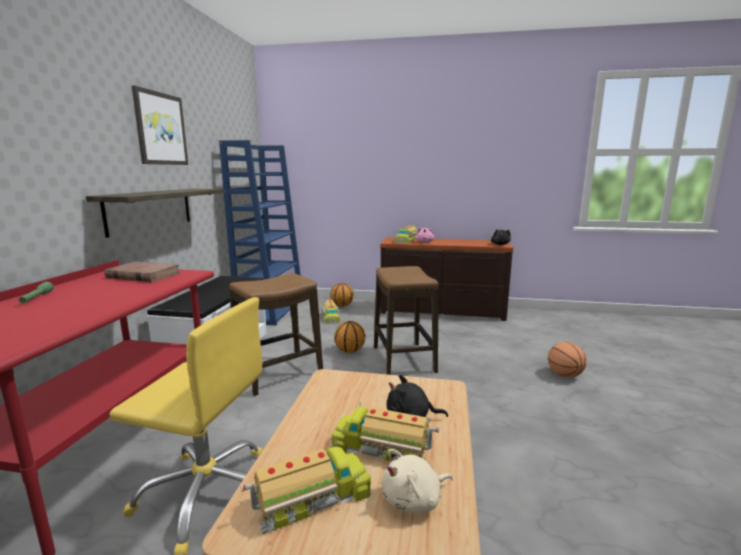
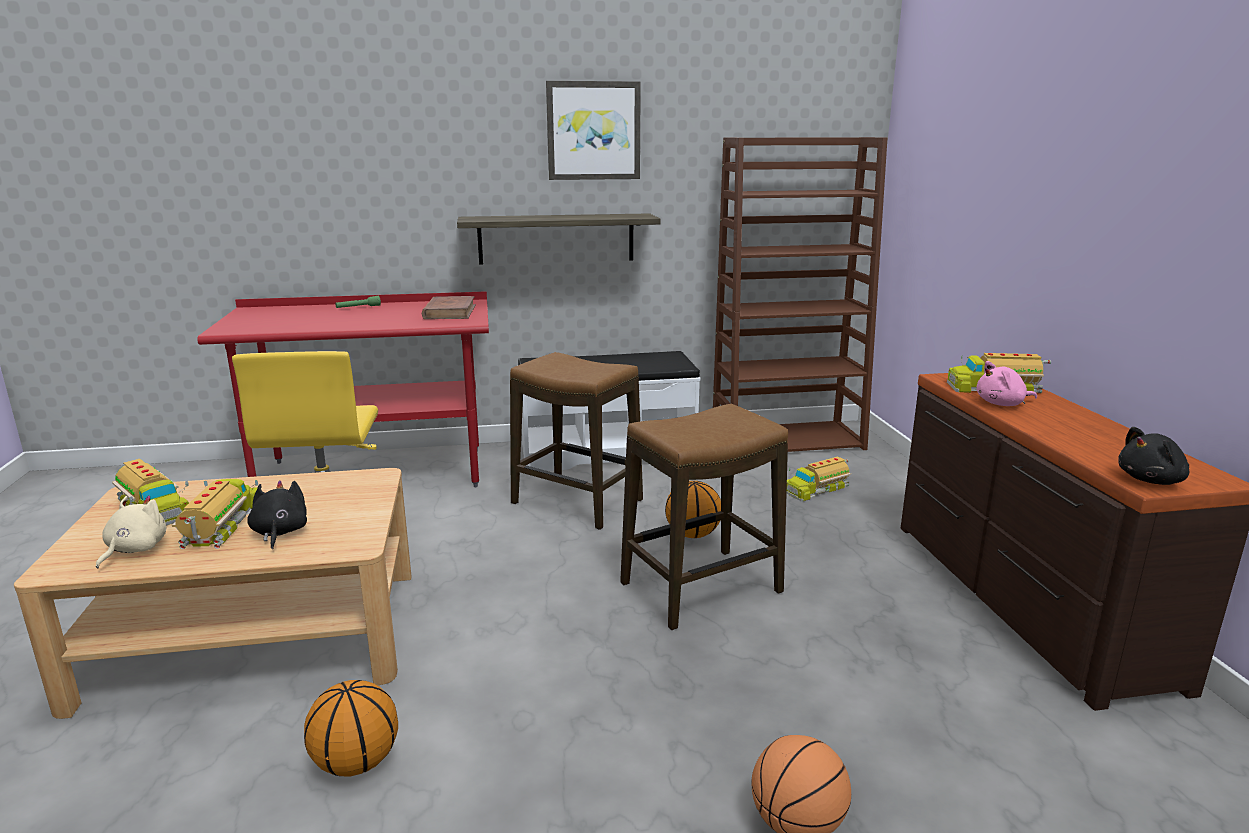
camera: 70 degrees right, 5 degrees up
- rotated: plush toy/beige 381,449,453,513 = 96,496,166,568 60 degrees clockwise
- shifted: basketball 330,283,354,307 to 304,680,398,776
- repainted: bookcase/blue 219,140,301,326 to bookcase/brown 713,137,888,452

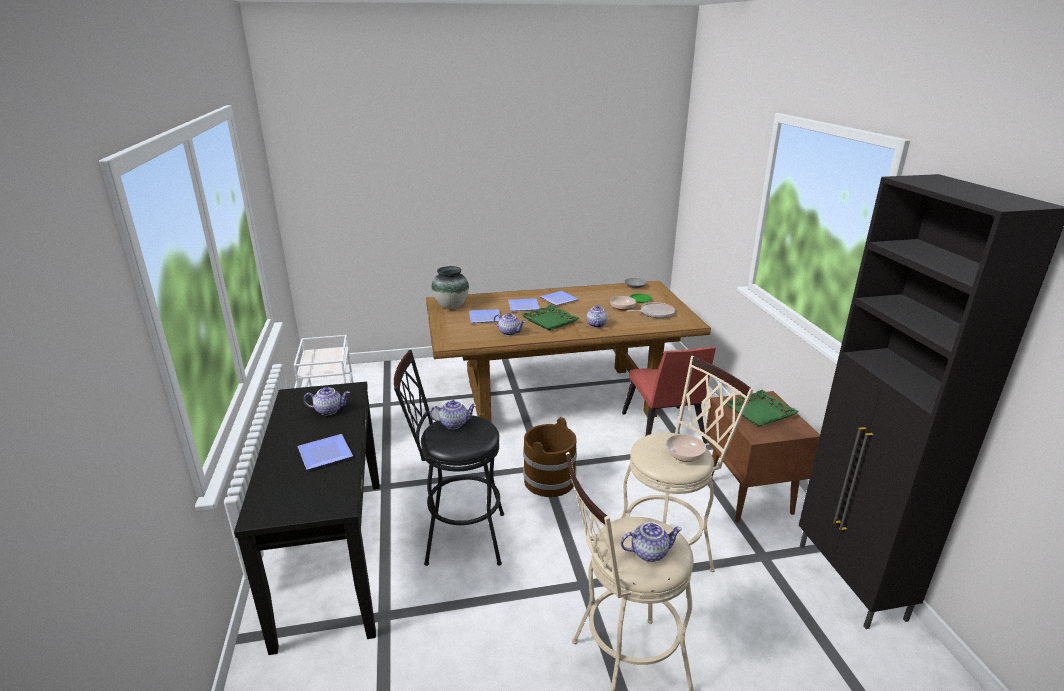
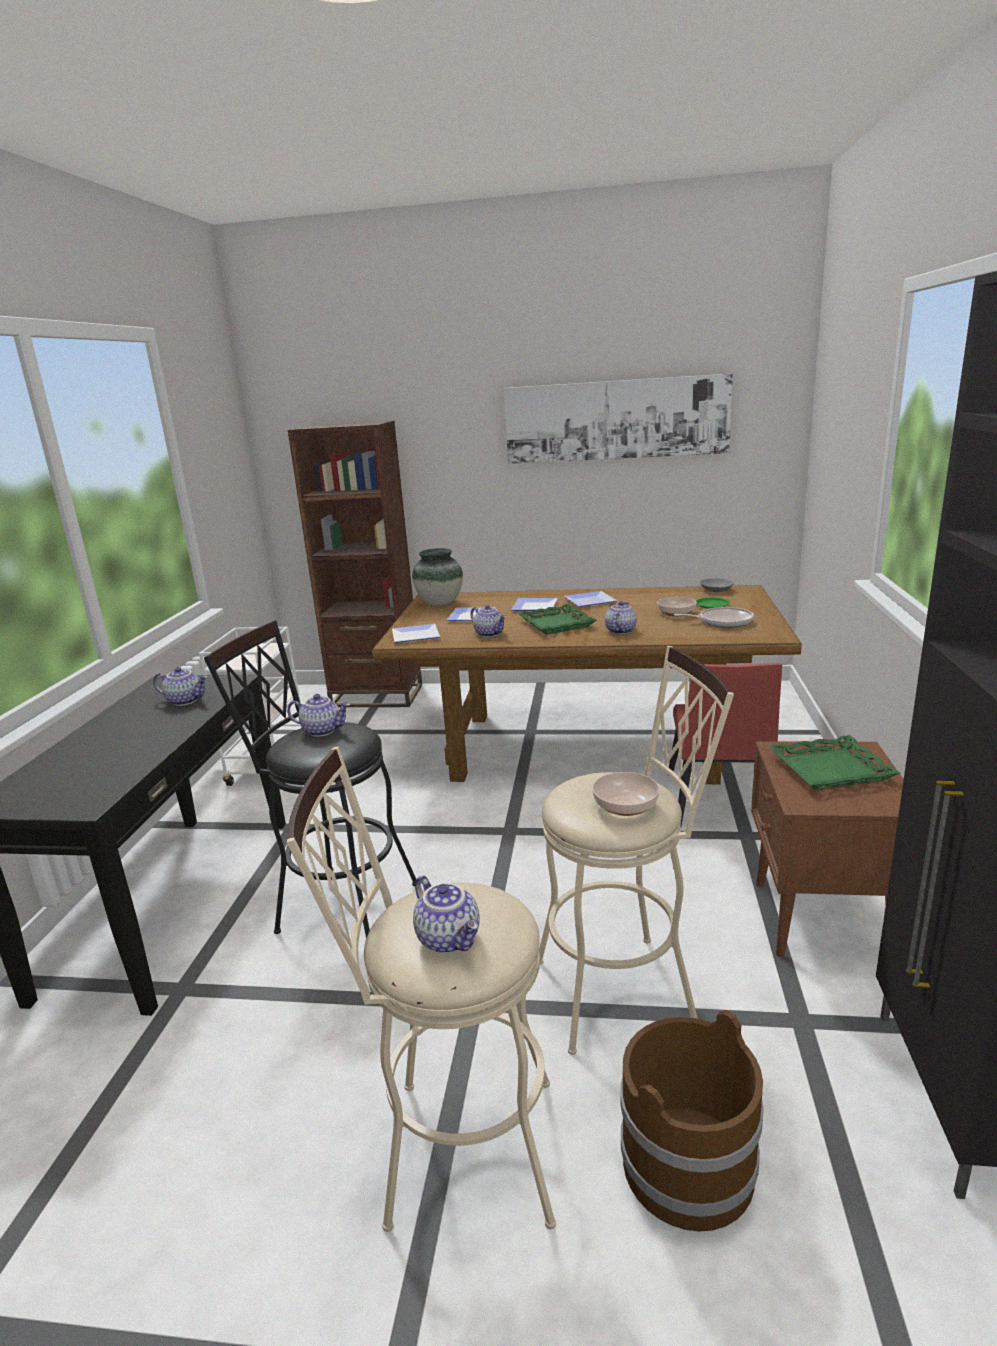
camera: 20 degrees right, 5 degrees down
- new: bookcase/brown 288,421,422,707
- shifted: plate 297,434,353,470 to 392,624,440,643
- rotated: teapot 621,522,682,562 = 413,876,479,953 45 degrees clockwise
- new: picture 504,374,733,464
- shifted: bucket/brown 523,417,577,497 to 620,1010,764,1232

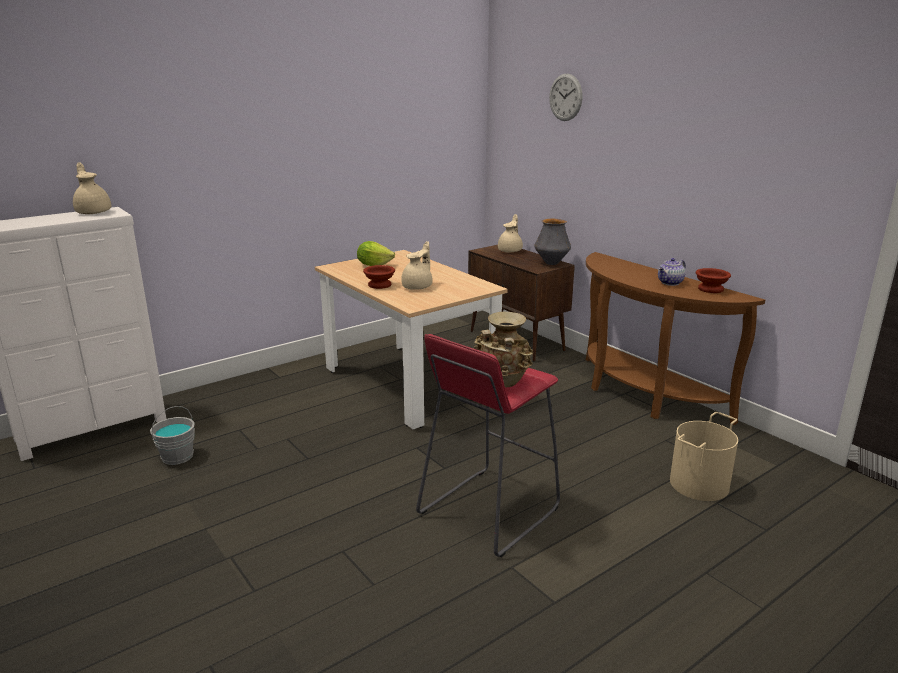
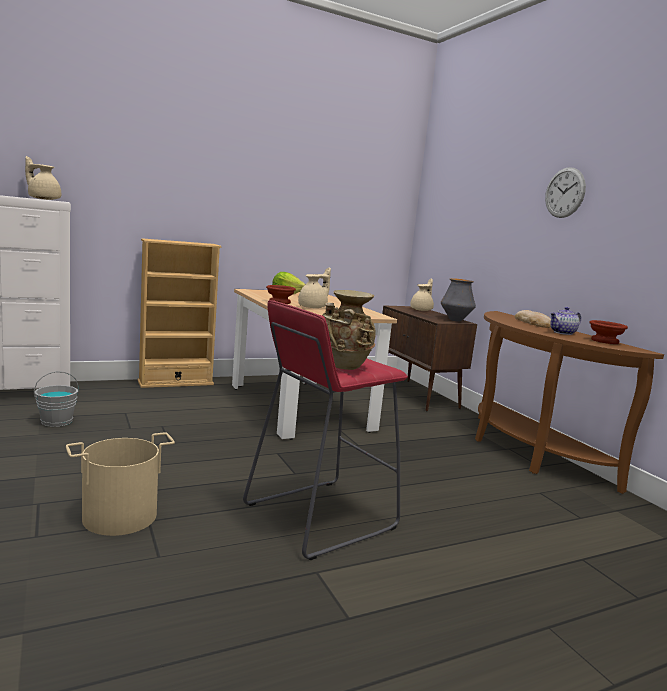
camera: 10 degrees right, 10 degrees down
- rotated: teapot/beige 73,162,111,214 = 25,156,61,200 45 degrees counterclockwise
- shifted: bucket/beige 670,412,738,501 to 66,432,175,536
- new: bookcase/beige 138,238,221,388
- new: bread 515,310,551,328
- shifted: wall clock 549,74,583,121 to 545,167,586,218

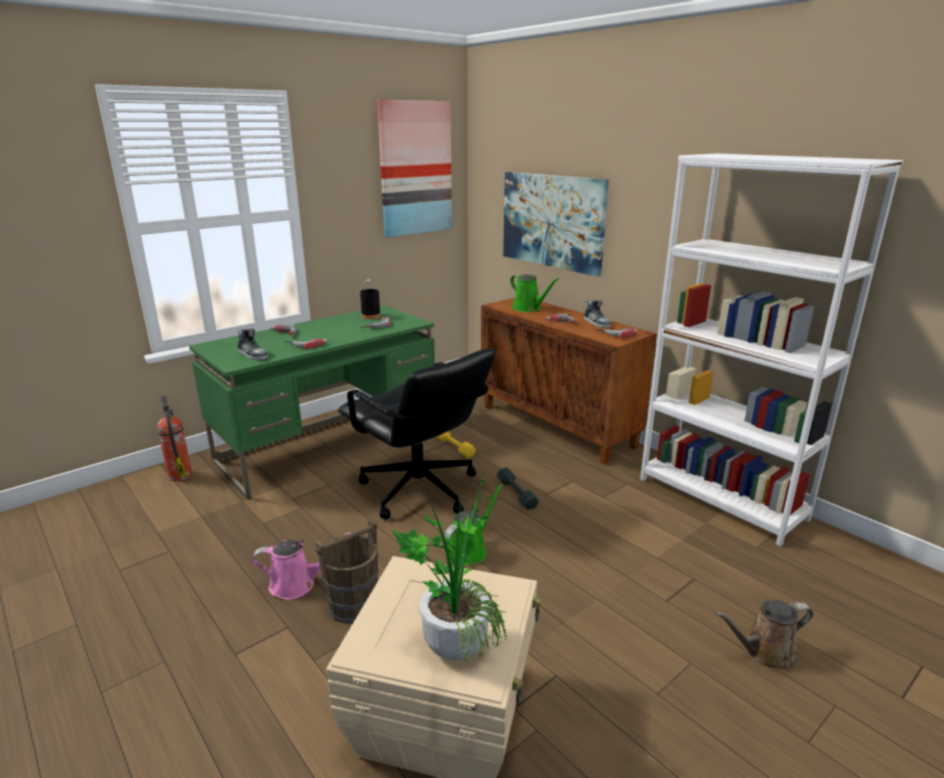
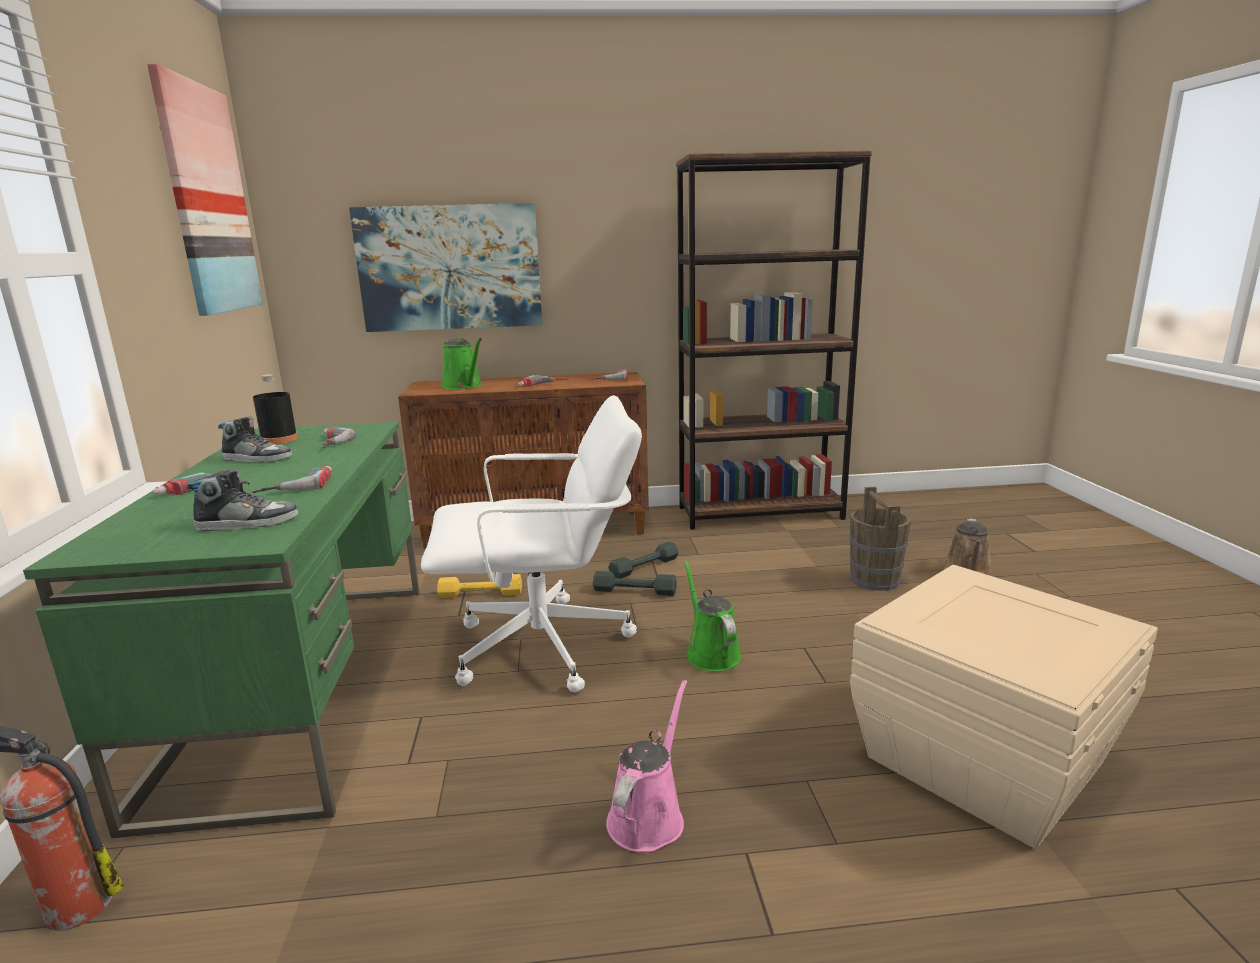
camera: 55 degrees left, 5 degrees down
- shifted: shoe 584,300,612,327 to 218,417,292,462
- repainted: office chair/black 338,348,496,519 to office chair/white 421,395,642,692
- rotated: watering can/green 510,274,559,312 = 442,338,482,389 60 degrees clockwise
- new: dumbbell/grey 608,542,679,578
- repainted: bookcase/white 640,153,903,547 to bookcase/brown 676,150,872,530
- shifted: bucket/brown 315,519,378,624 to 849,487,911,591
- gone: potted plant 391,468,507,662

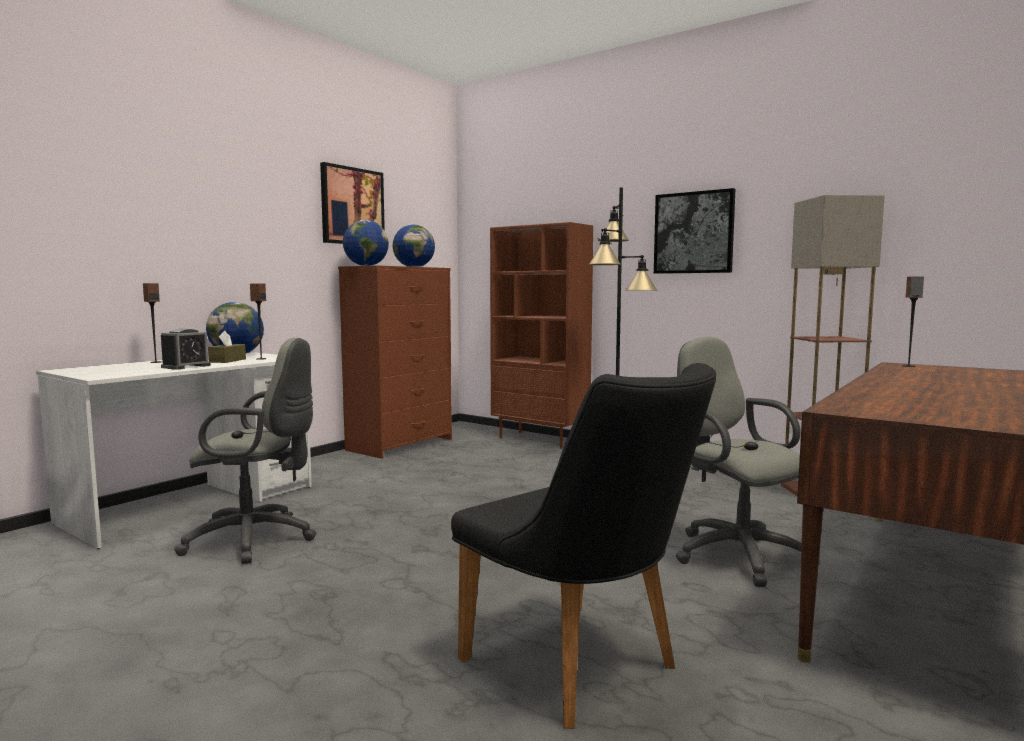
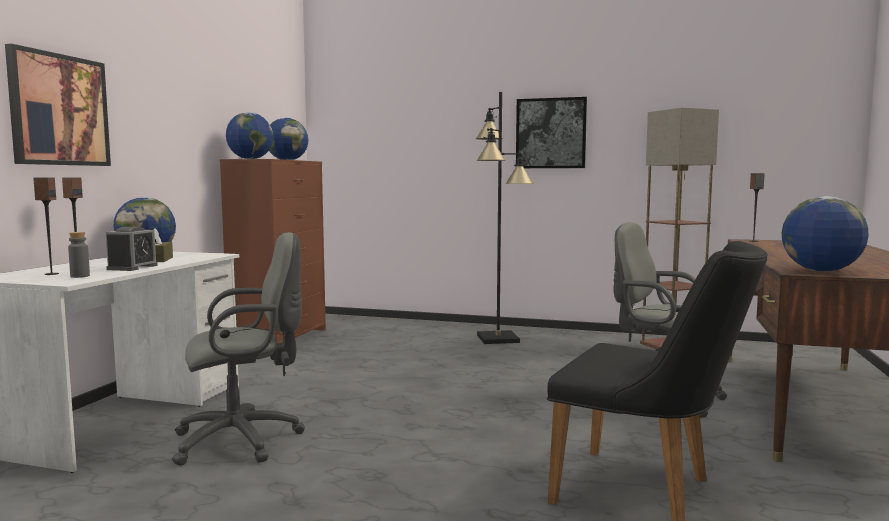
camera: 20 degrees left, 0 degrees up
- shifted: picture 320,162,385,244 to 5,44,111,166
- shifted: speaker 250,283,267,360 to 33,177,59,275
- new: bottle/grey 68,232,90,278
- new: globe 782,196,869,272
- gone: bookcase/brown 490,222,593,449

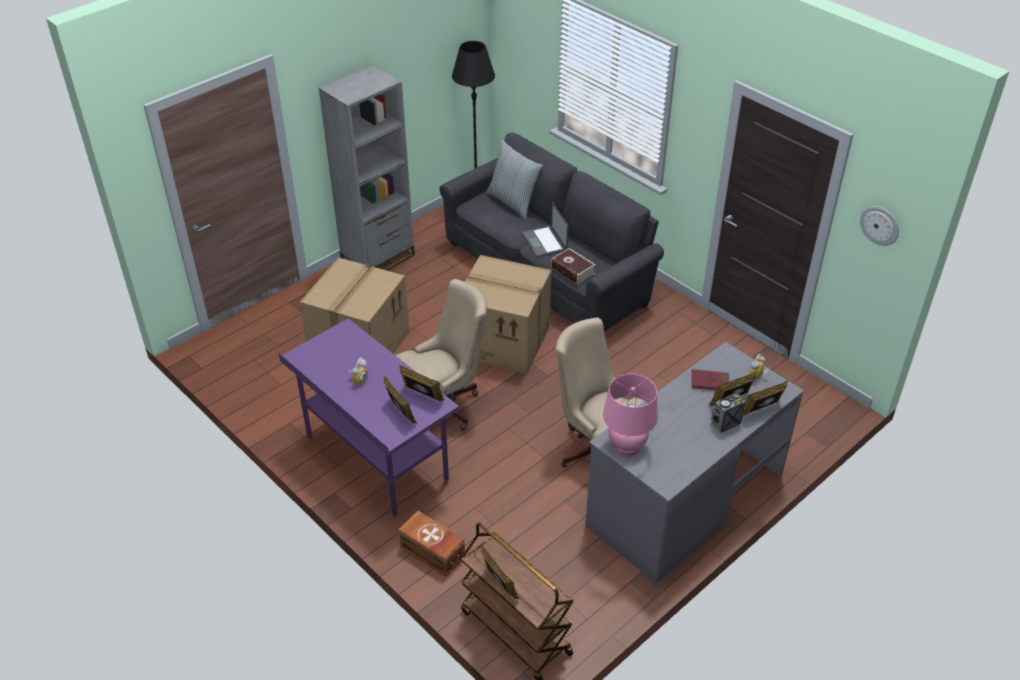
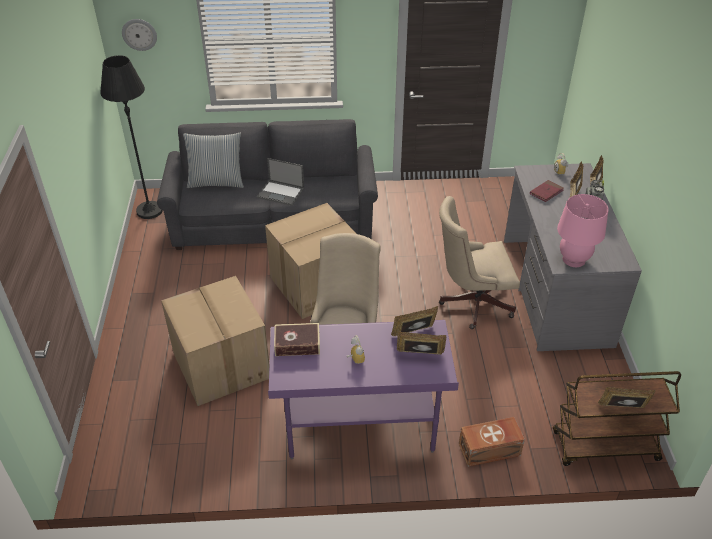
camera: 50 degrees left, 0 degrees up
- shifted: wall clock 860,206,899,246 to 122,19,157,51
- shifted: book 551,248,595,285 to 274,323,320,356
- gone: bookcase/grey 319,65,415,270

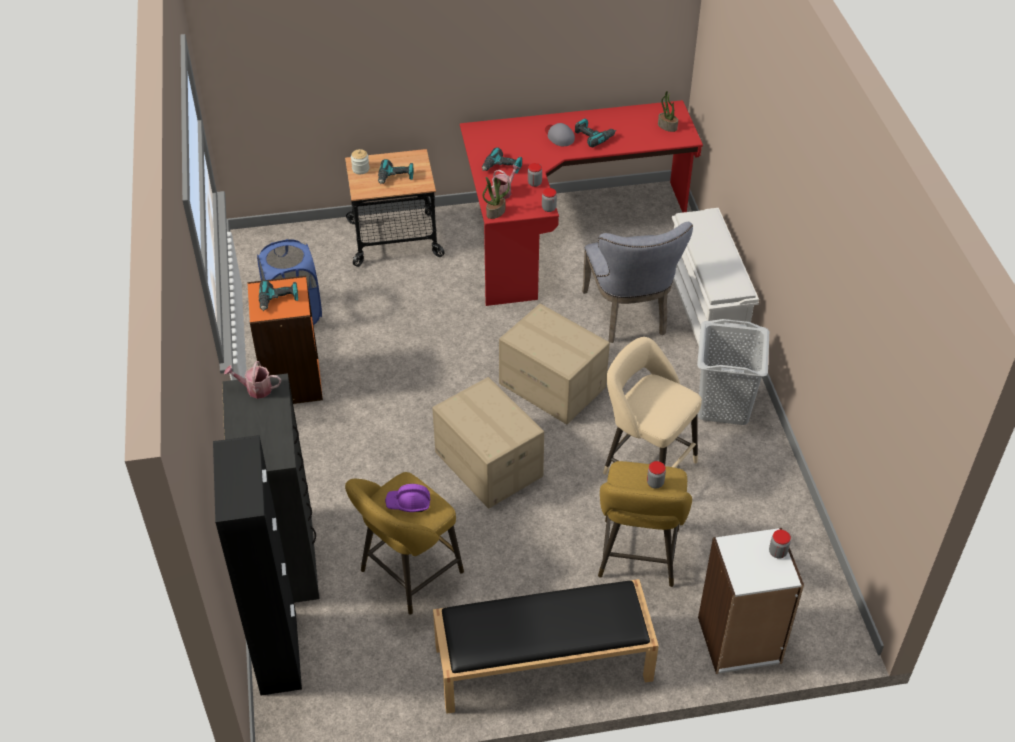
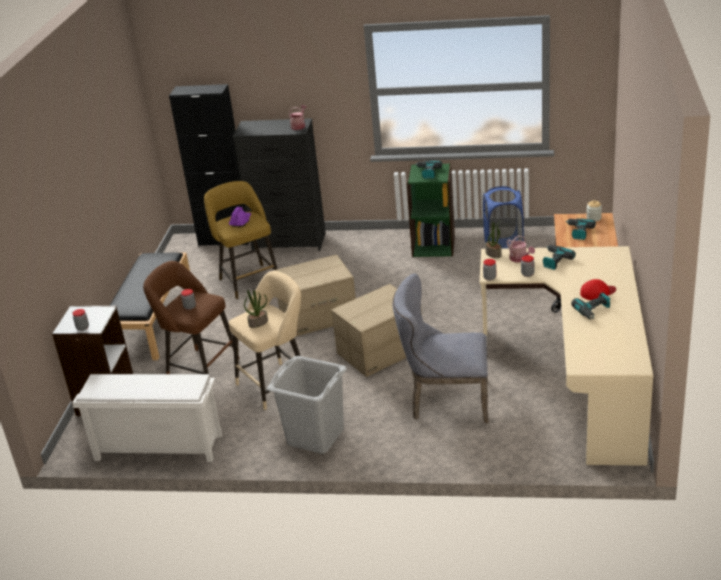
camera: 110 degrees right, 15 degrees down
- shifted: shoe rack/white 672,208,759,355 to 72,374,222,462
- repainted: stool/yellow 598,461,692,587 to stool/brown 143,261,240,374
- shifted: potted plant 658,91,678,132 to 244,290,268,328
- repainted: bookcase/orange 247,276,323,404 to bookcase/green 407,163,455,257
- repainted: desk/red 460,100,703,306 to desk/beige 480,246,653,466
- repainted: cap/grey 545,123,575,146 to cap/red 580,279,616,300

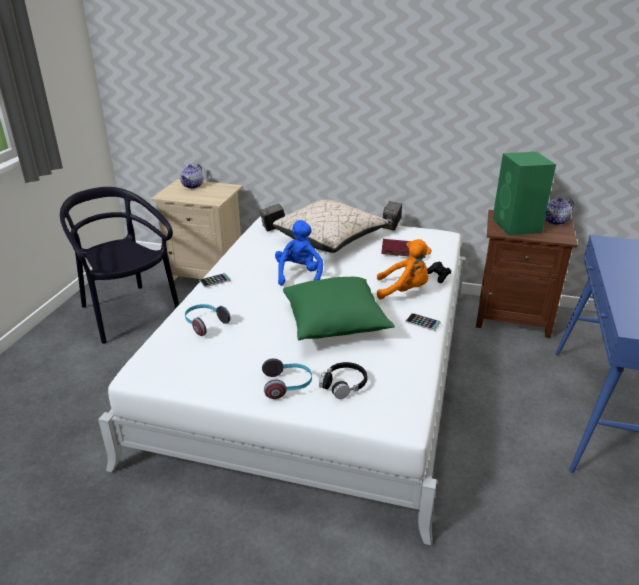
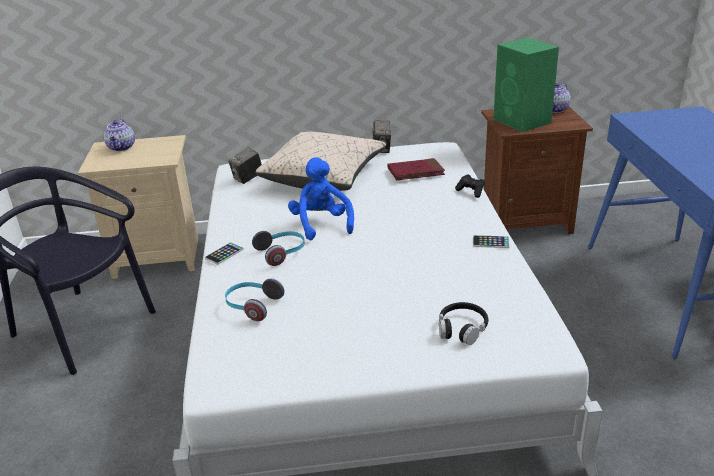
camera: 20 degrees left, 0 degrees up
- shifted: headphones 262,358,312,399 to 252,231,305,266
- gone: pillow/green 283,277,395,340
- gone: plush toy/orange 377,239,431,300

